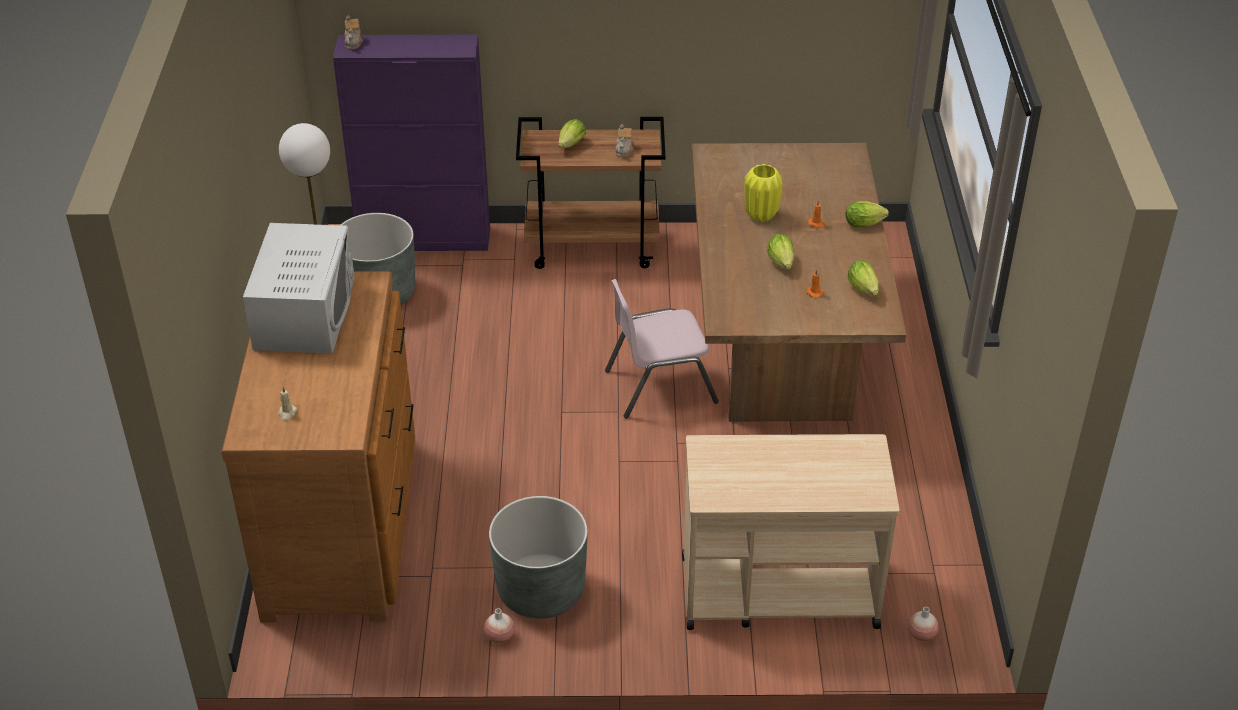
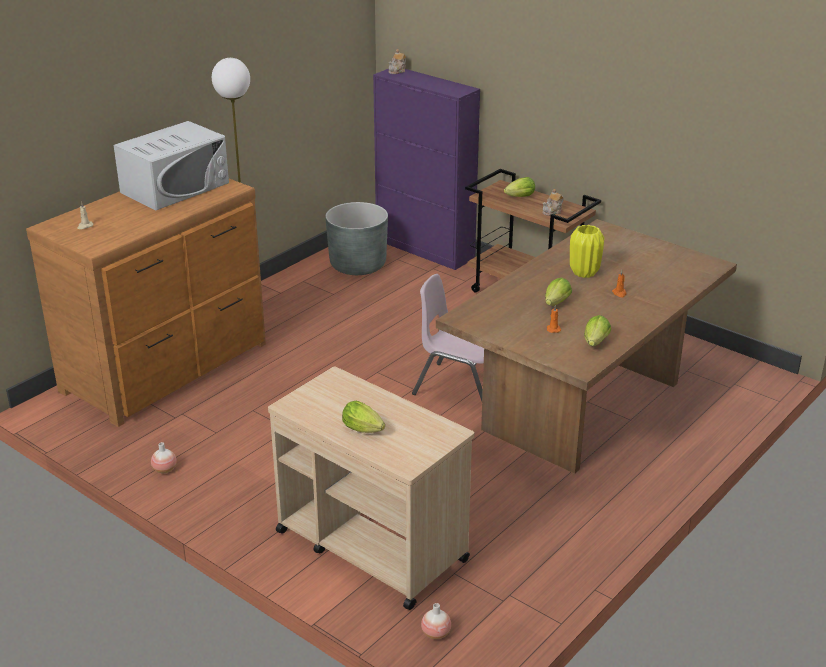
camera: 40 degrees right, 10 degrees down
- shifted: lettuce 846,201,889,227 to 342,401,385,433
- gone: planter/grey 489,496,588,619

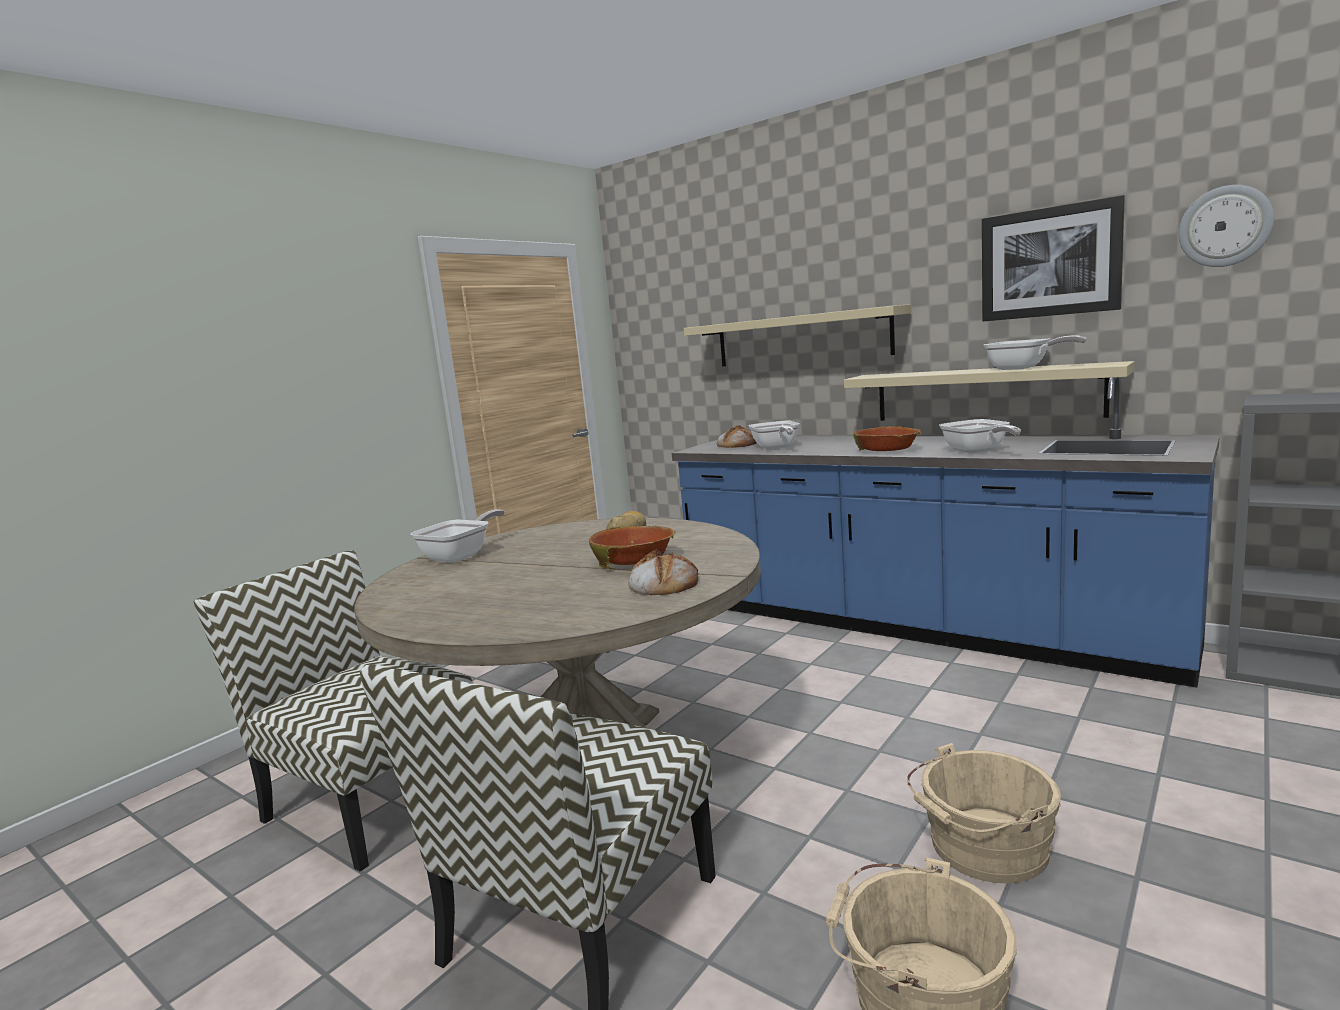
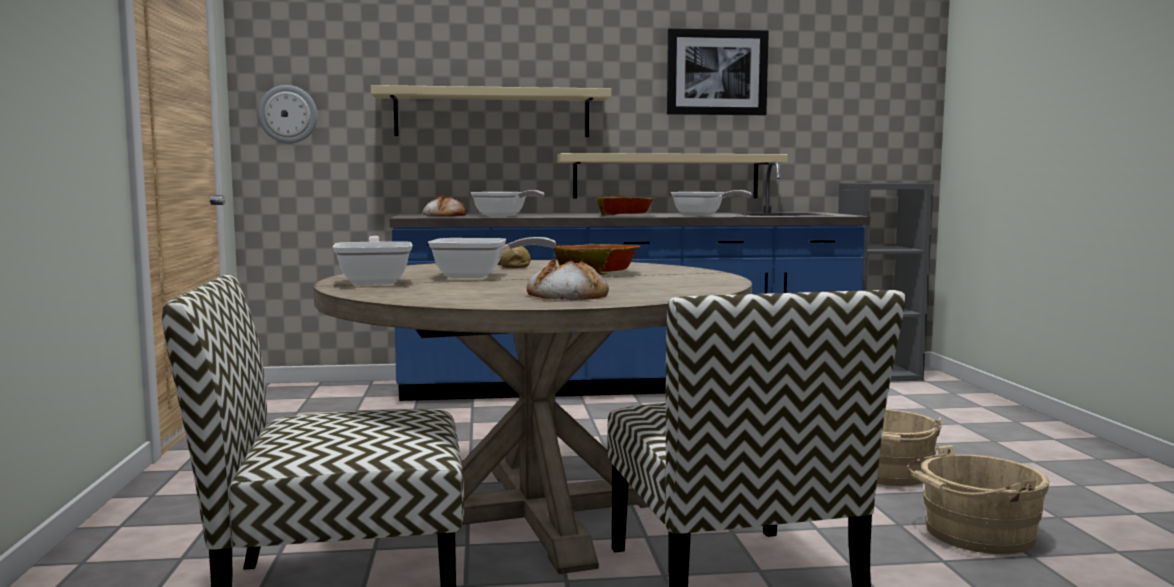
camera: 45 degrees left, 5 degrees down
- shifted: wall clock 1179,185,1274,267 to 258,85,318,143
- shifted: frying pan 984,335,1086,370 to 428,237,556,278
- shifted: bread 628,549,698,595 to 527,258,609,300

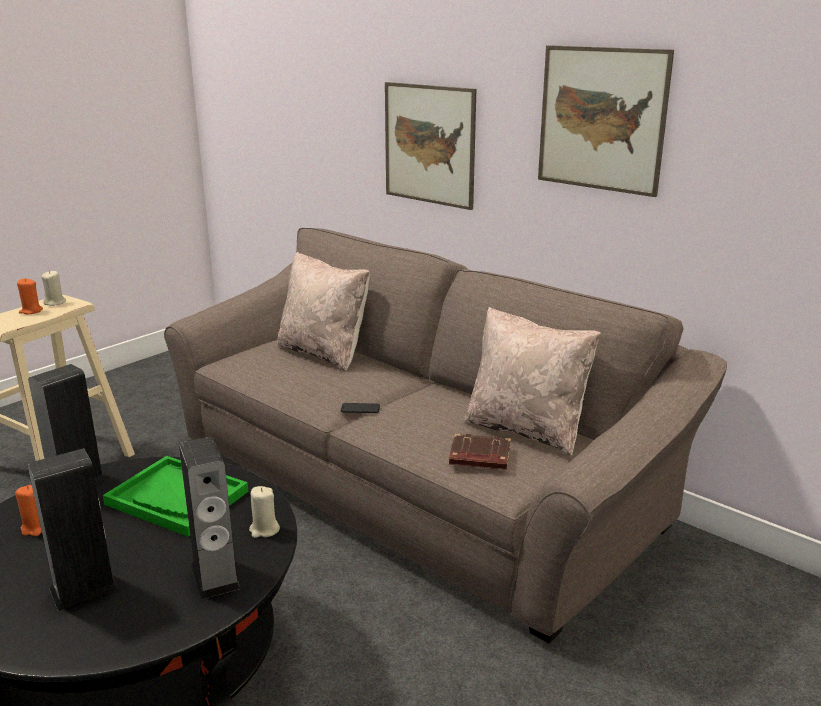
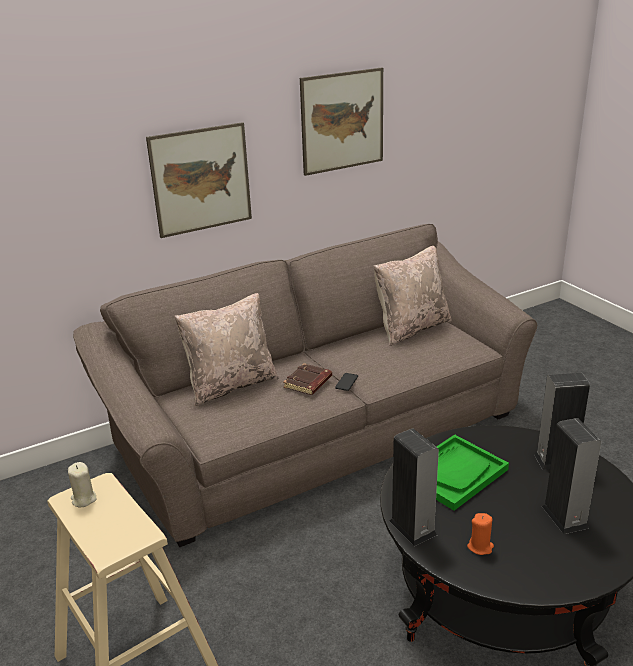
camera: 70 degrees left, 5 degrees up
- shifted: book/brown 449,434,511,470 to 283,363,332,395
- gone: candle/orange 17,279,43,314
- gone: candle/beige 249,486,280,538

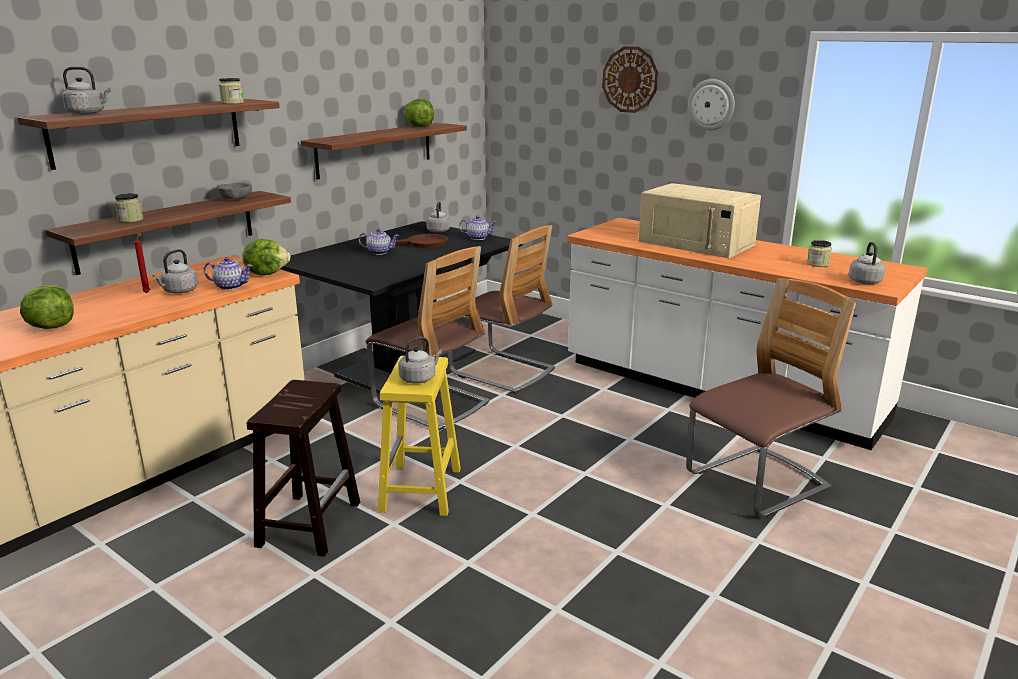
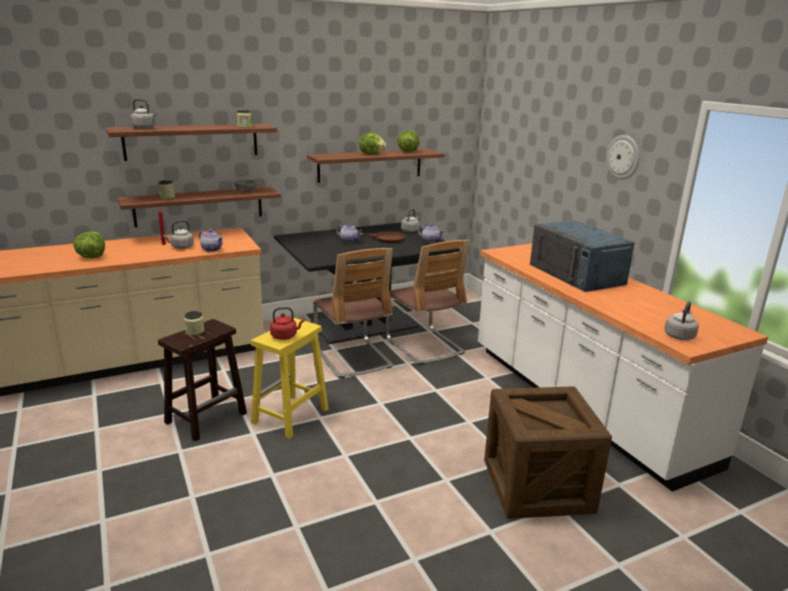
camera: 25 degrees right, 0 degrees up
- shifted: jar 807,240,832,267 to 184,311,204,335
- repainted: kettle/grey 398,337,442,383 to kettle/red 270,307,304,340
- shifted: lettuce 243,239,291,275 to 359,133,386,155
- swapped: chair 686,278,856,517 to crate 484,386,612,519
- repainted: microwave/beige 638,183,761,258 to microwave/blue 530,220,635,292
- gone: wall clock 602,46,658,113

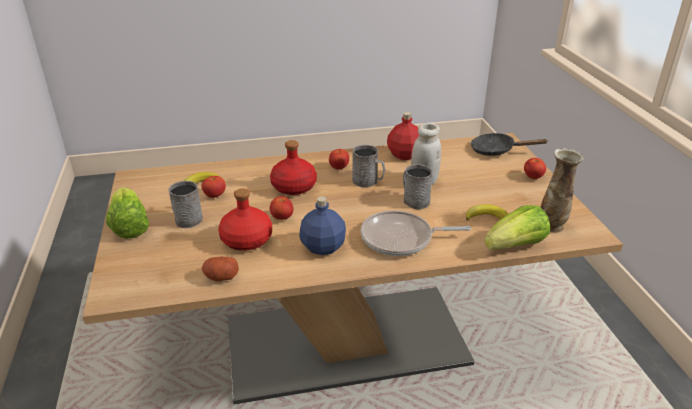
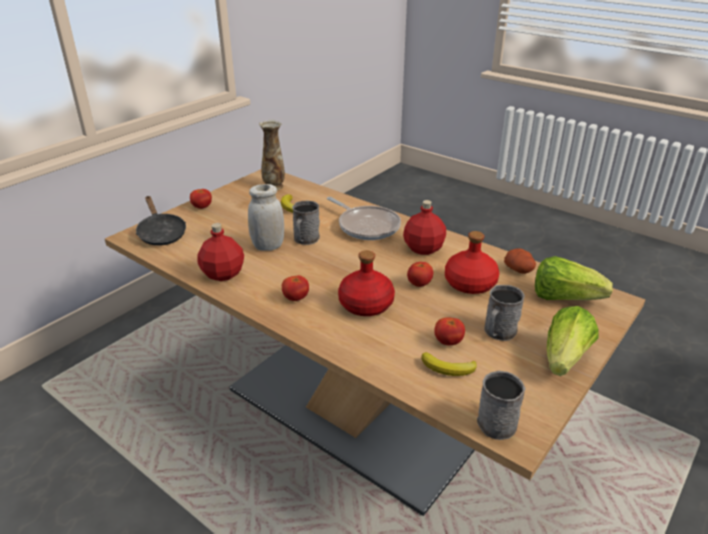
camera: 130 degrees left, 0 degrees up
- repainted: bottle/blue 299,196,346,255 to bottle/red 403,200,446,255
- shifted: mug/grey 352,145,385,187 to 477,371,526,440
- shifted: lettuce 484,205,550,250 to 535,256,613,300

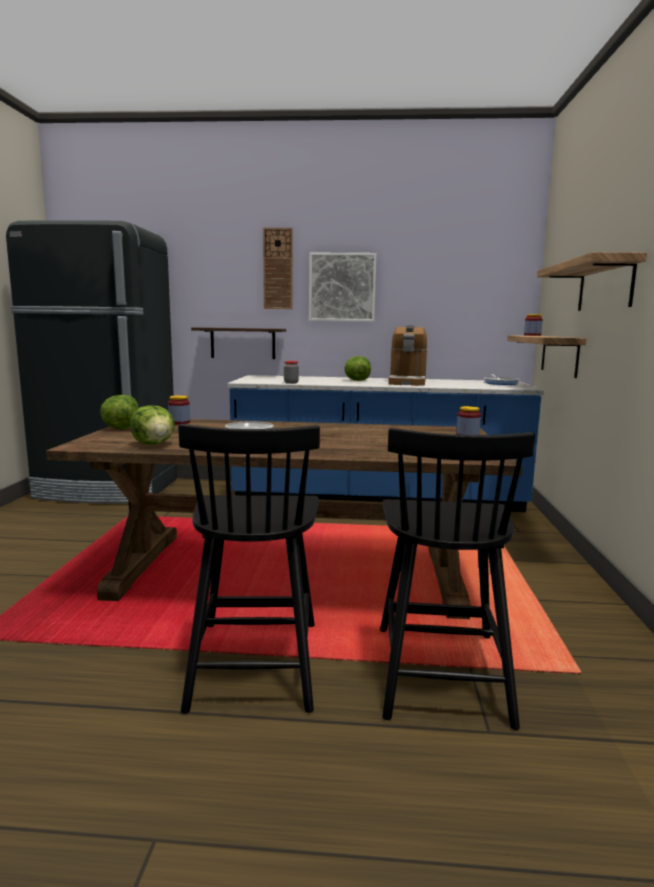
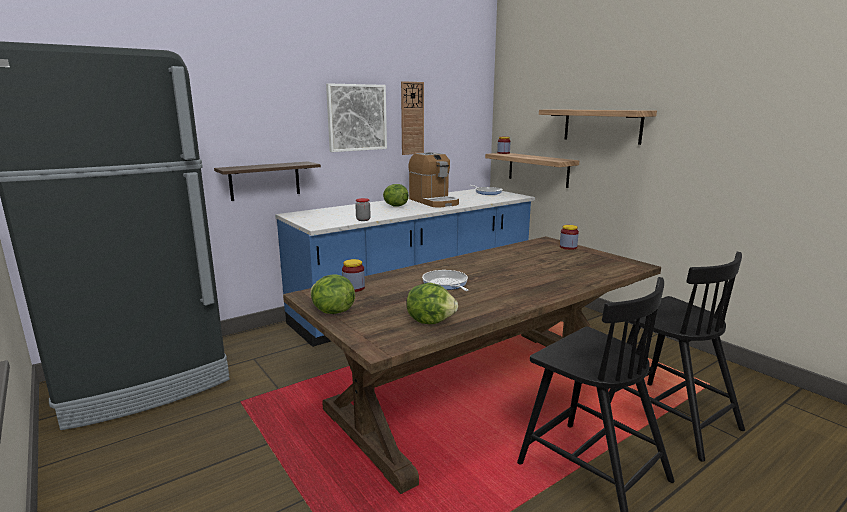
camera: 40 degrees left, 5 degrees up
- shifted: wall clock 263,228,293,309 to 401,81,424,155

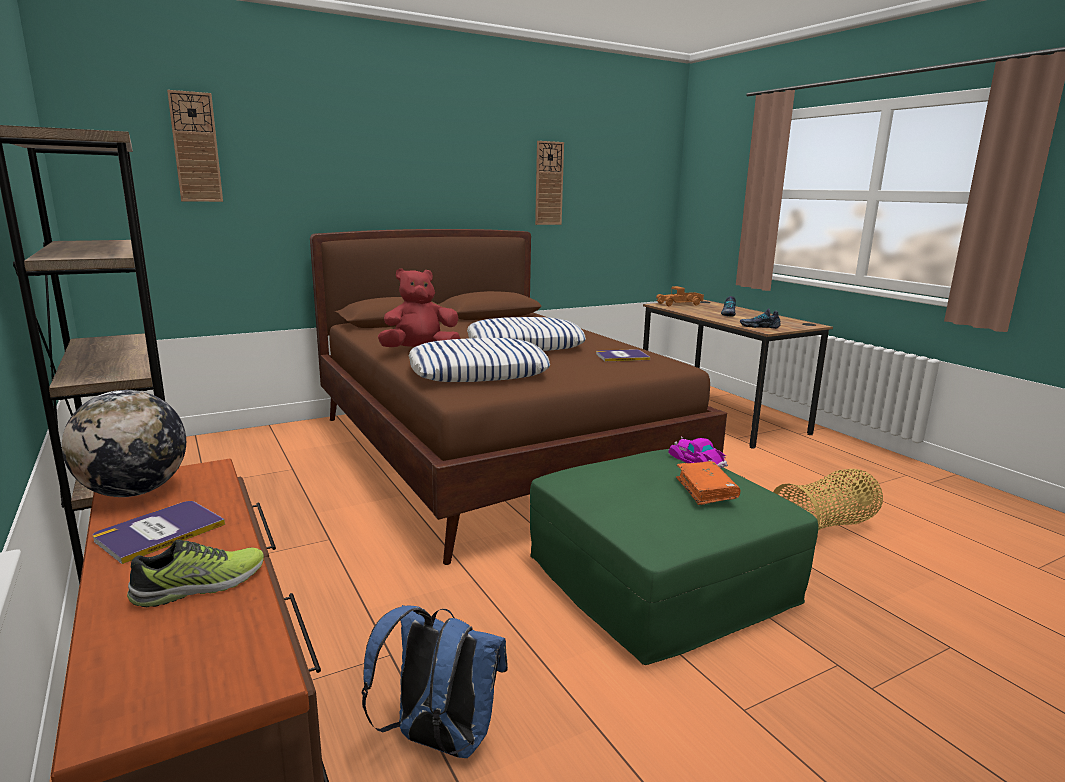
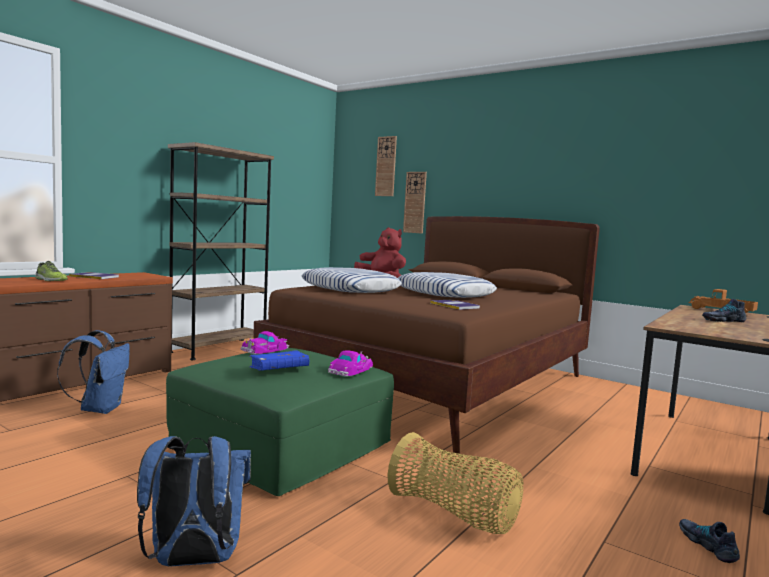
camera: 65 degrees right, 10 degrees down
- new: backpack/blue 137,436,251,567
- new: toy car 241,331,289,354
- repainted: book/orange 676,461,740,505 to book/blue 249,350,309,371
- shifted: wall clock 535,141,564,225 to 403,172,427,234
- shifted: shoe 740,308,781,329 to 679,519,740,563
- gone: globe 62,390,186,497

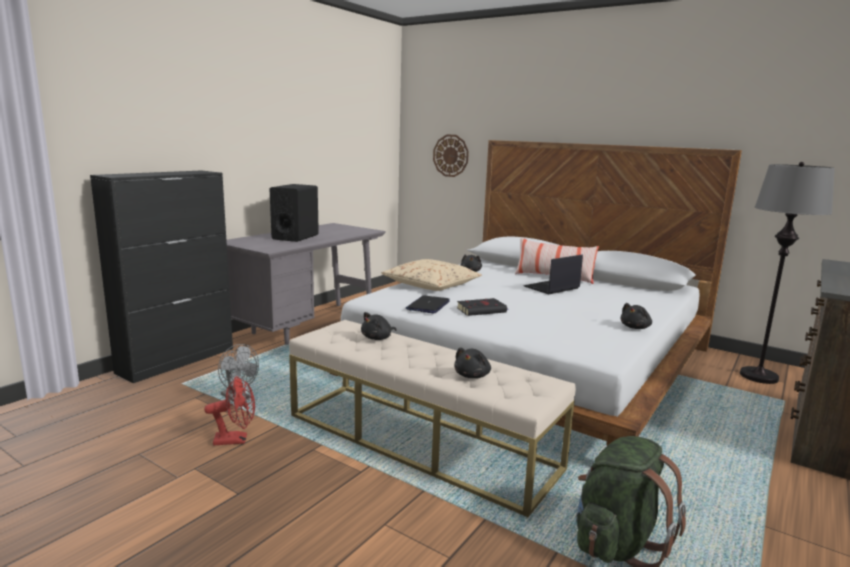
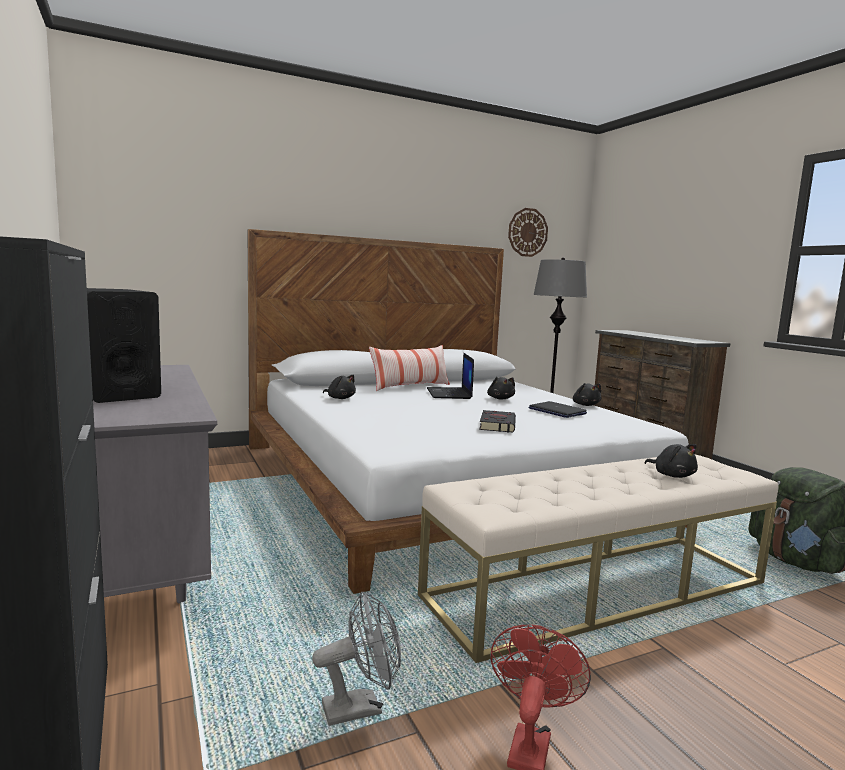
camera: 60 degrees left, 5 degrees down
- shifted: plush toy/black 361,312,397,340 to 487,377,515,399
- shifted: wall clock 433,134,469,177 to 508,208,548,257
- shifted: laptop 406,296,450,314 to 528,401,587,418
- gone: pillow/beige 381,259,482,291

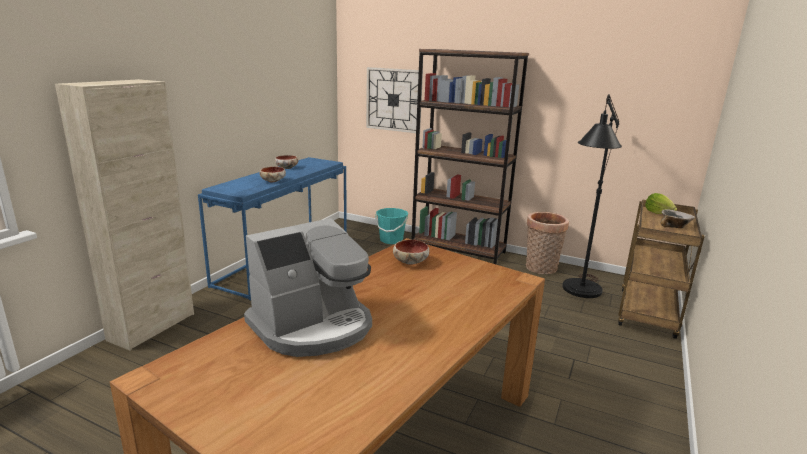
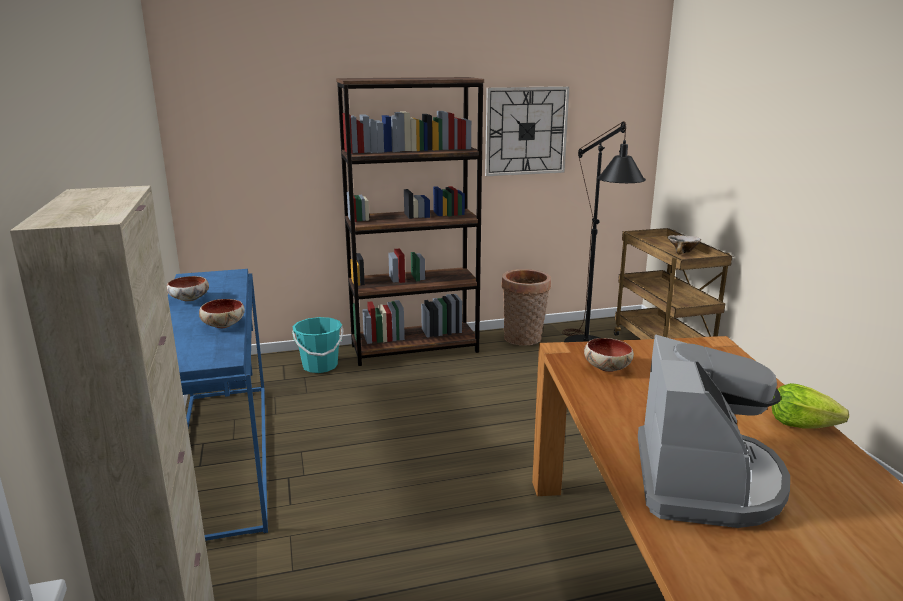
camera: 40 degrees left, 0 degrees up
- shifted: wall clock 366,67,423,133 to 485,86,570,176
- shifted: lettuce 645,193,677,214 to 772,383,849,429

